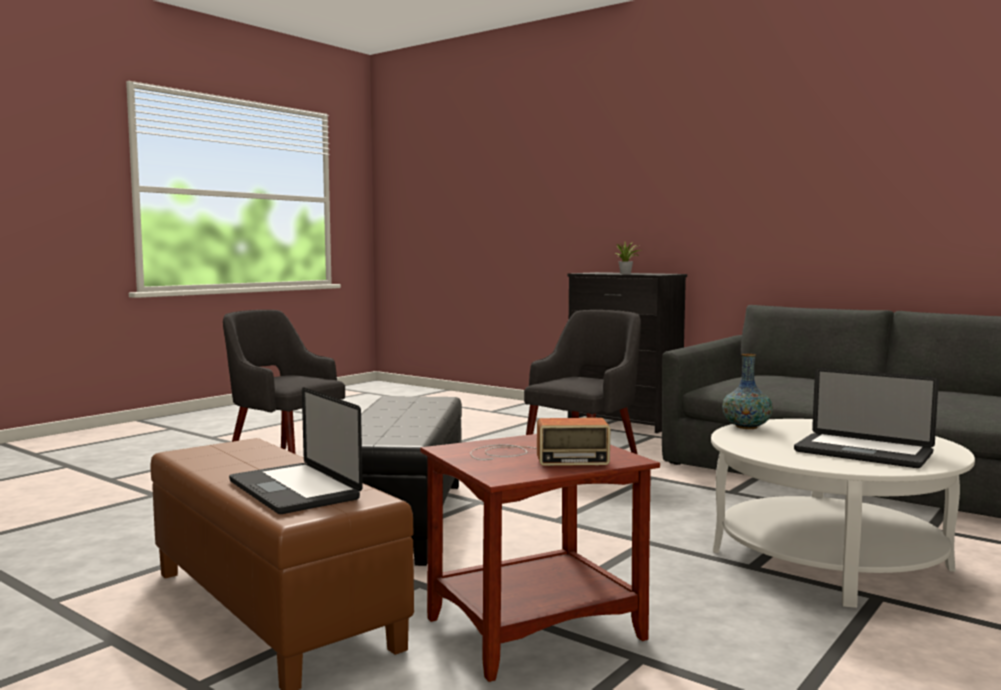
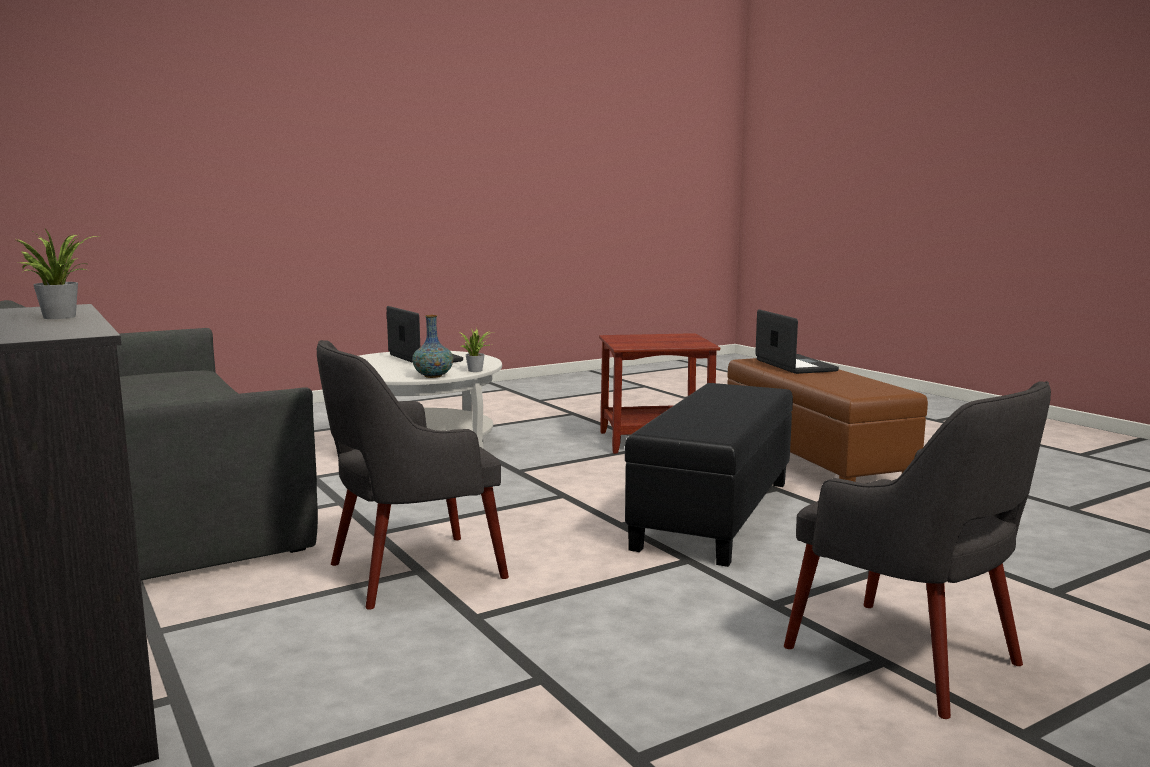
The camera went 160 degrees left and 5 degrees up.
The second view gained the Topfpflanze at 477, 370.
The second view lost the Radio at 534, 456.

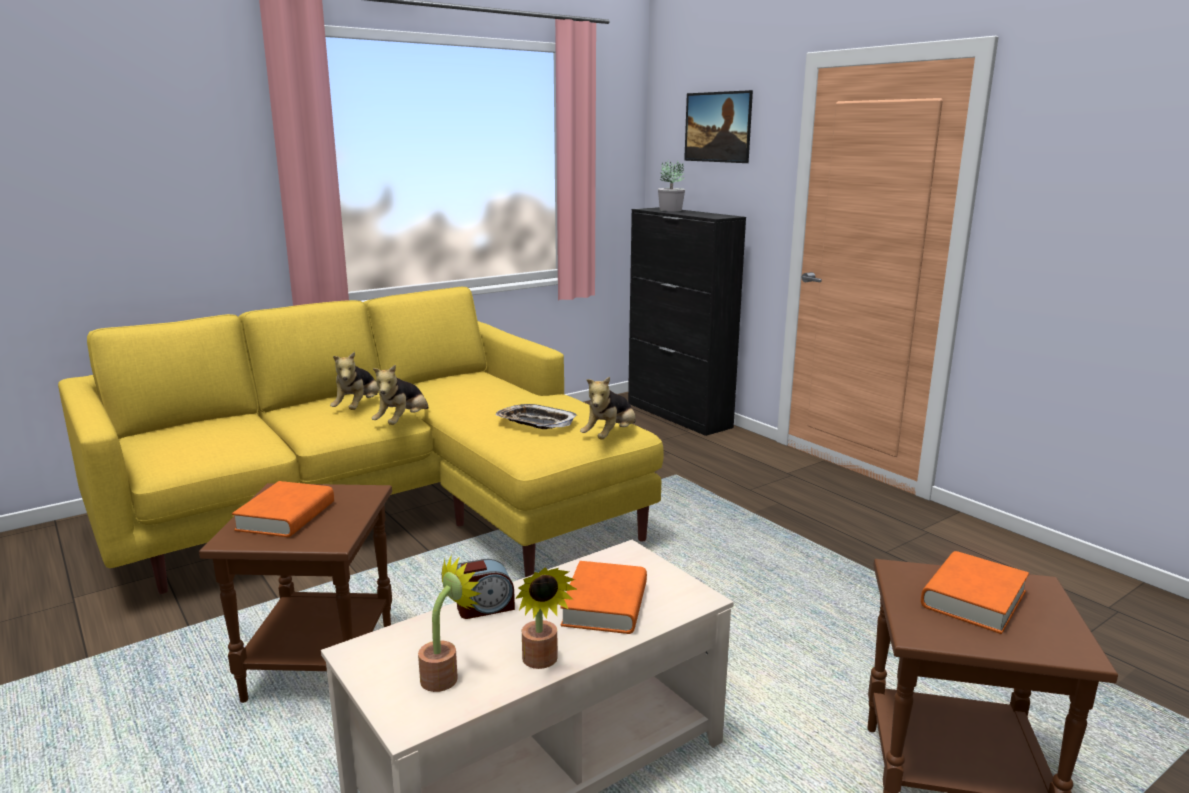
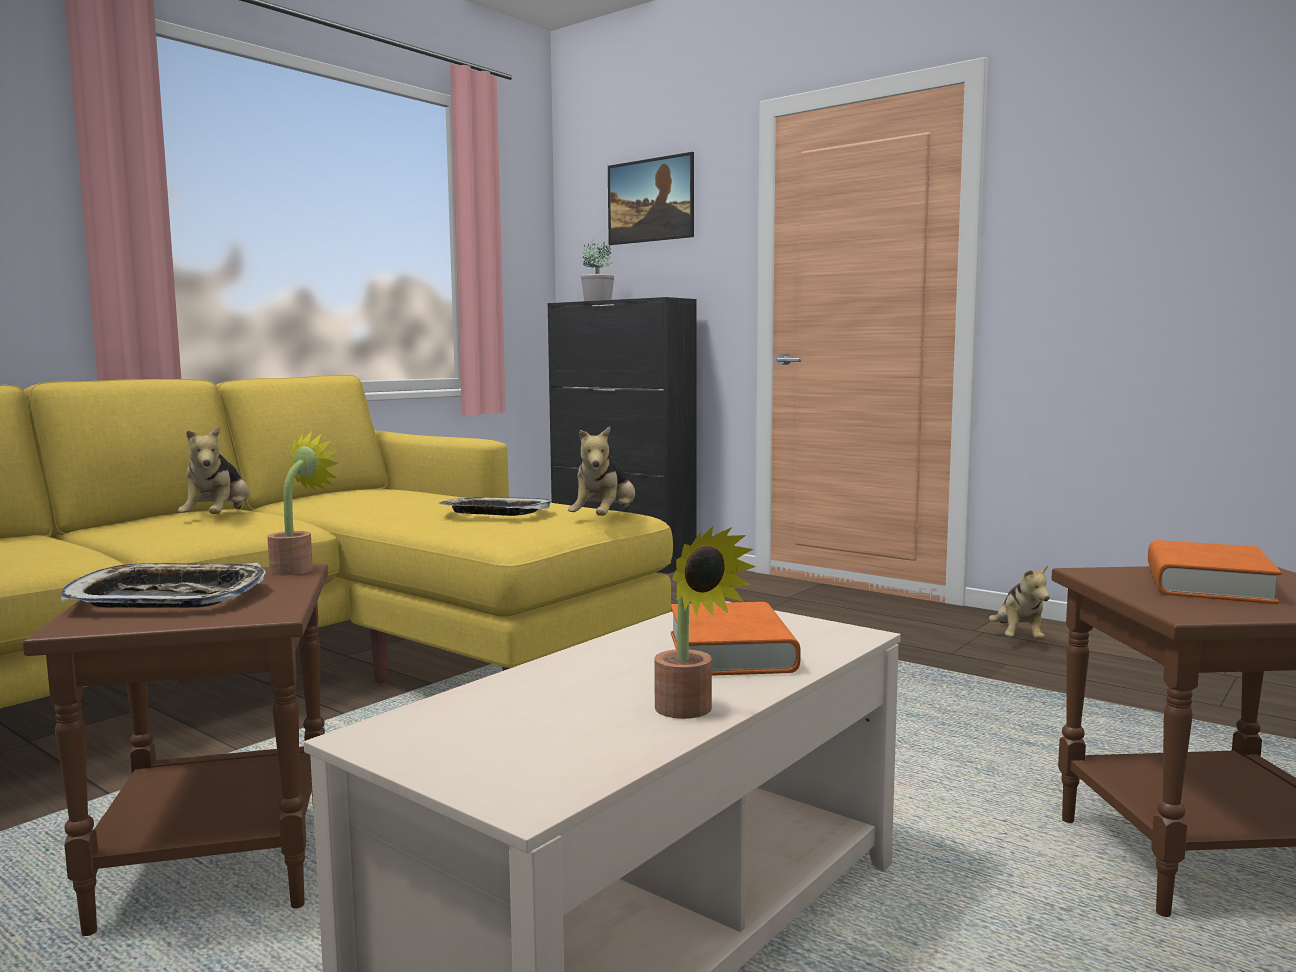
The camera went 15 degrees left and 10 degrees down.
Where the Buch [orange] stood at 286, 516, the Tablett came to stand at 169, 598.
The Topfpflanze ended up elsewhere, having gone from 445, 676 to 298, 569.
The Plüschtier ended up elsewhere, having gone from 403, 422 to 1018, 639.
The second view lost the Wecker at 485, 607.

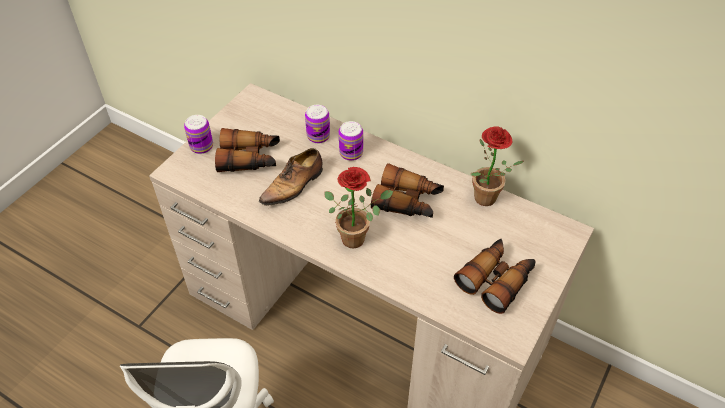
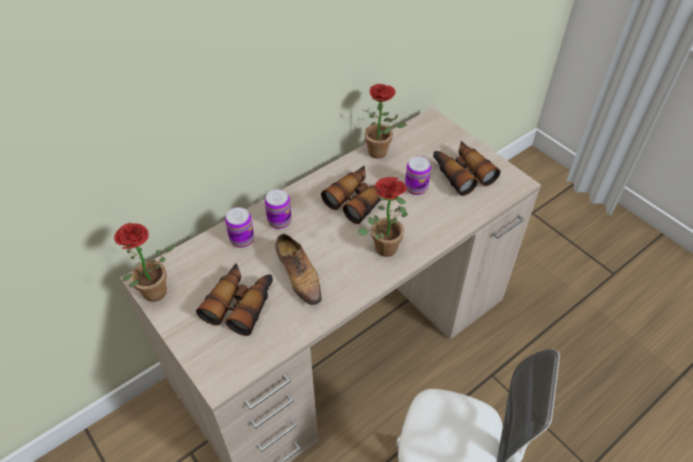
The camera went 70 degrees left and 0 degrees up.
The second view gained the Topfpflanze at 156, 296.
The Dose ended up elsewhere, having gone from 201, 146 to 416, 187.

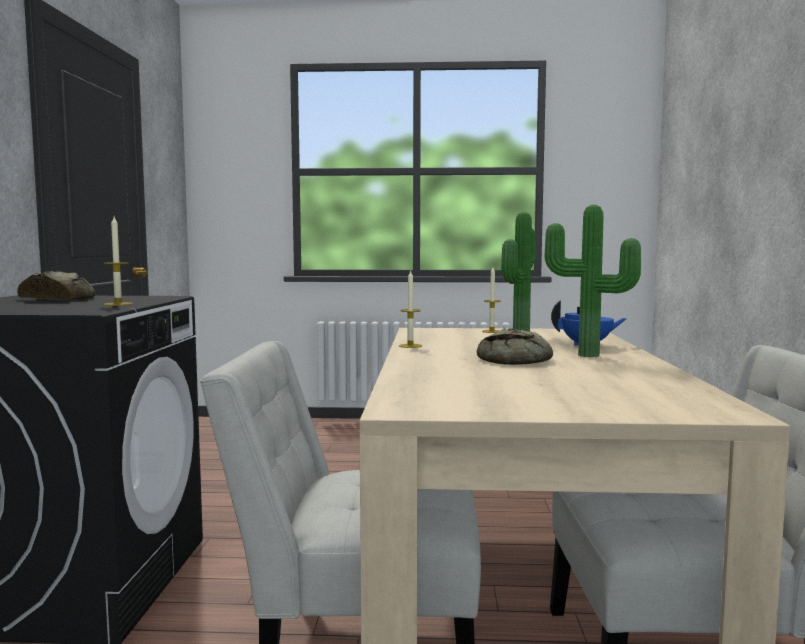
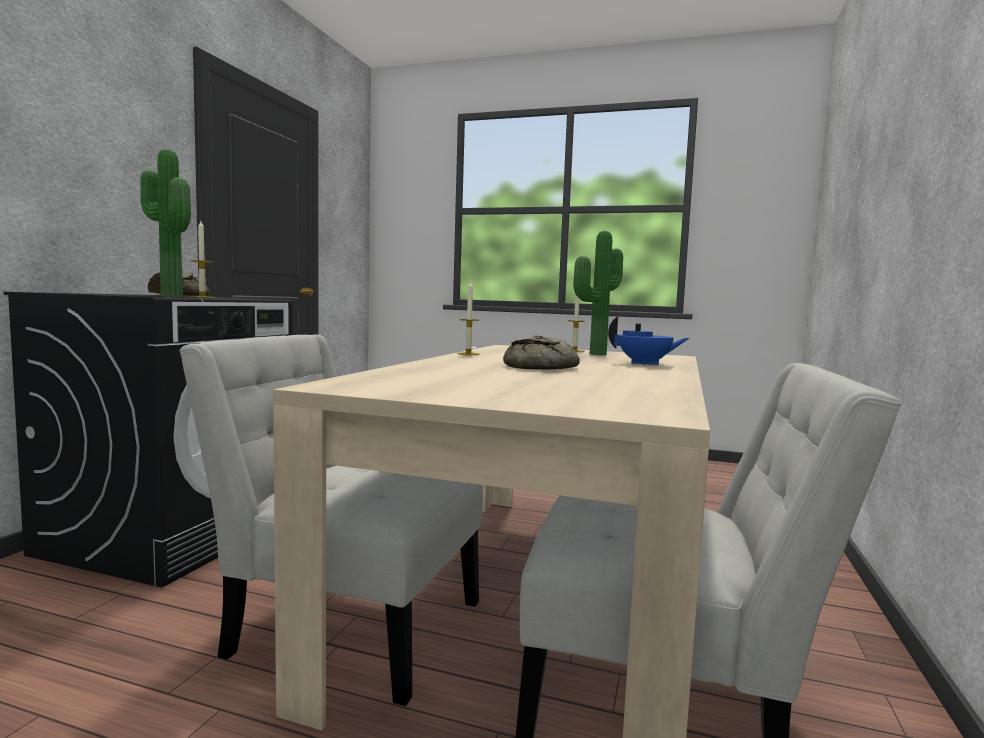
The camera went 15 degrees right and 0 degrees up.
The Topfpflanze ended up elsewhere, having gone from 588, 356 to 167, 296.

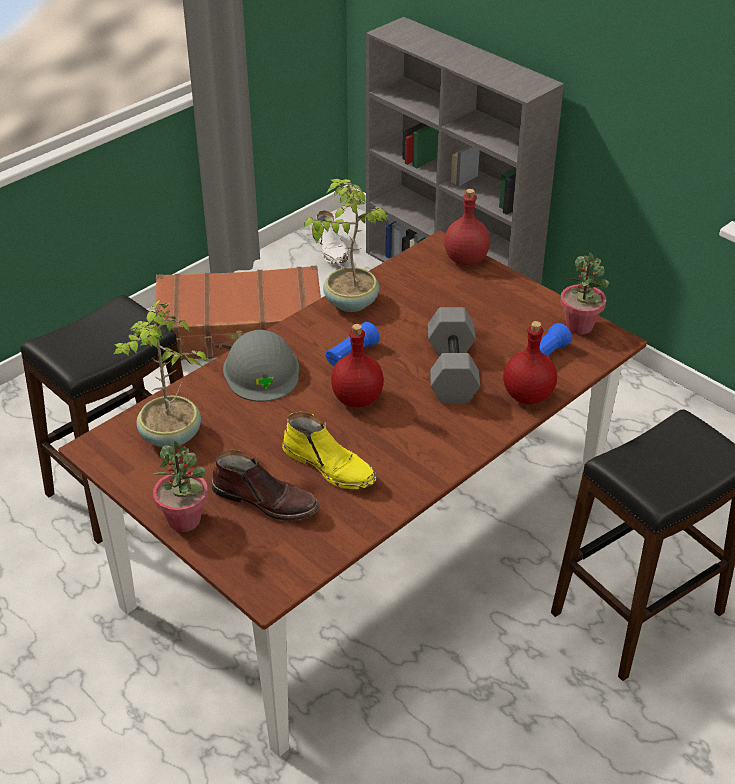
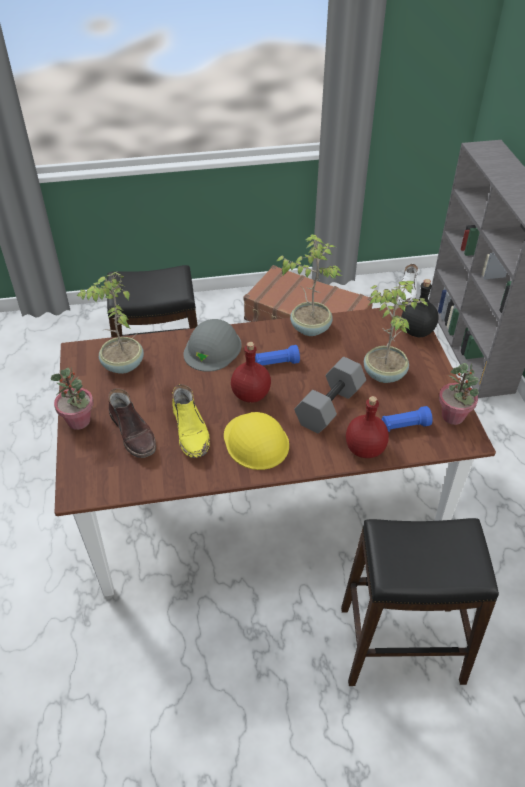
The camera went 35 degrees right and 5 degrees up.
The second view gained the Schutzhelm [gelb] at 256, 441.
The second view gained the Topfpflanze at 385, 373.
What was the Flasche [rot] at 466, 259 turned into the Flasche [schwarz] at 417, 331.

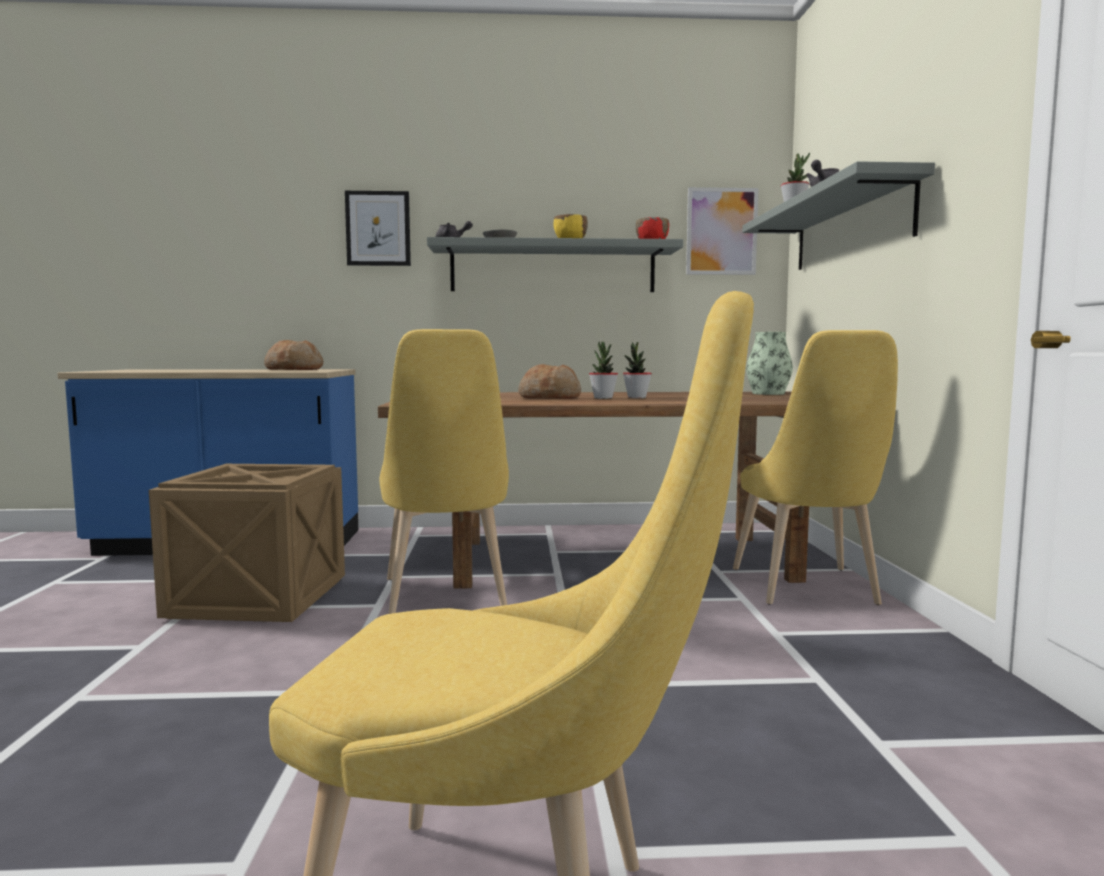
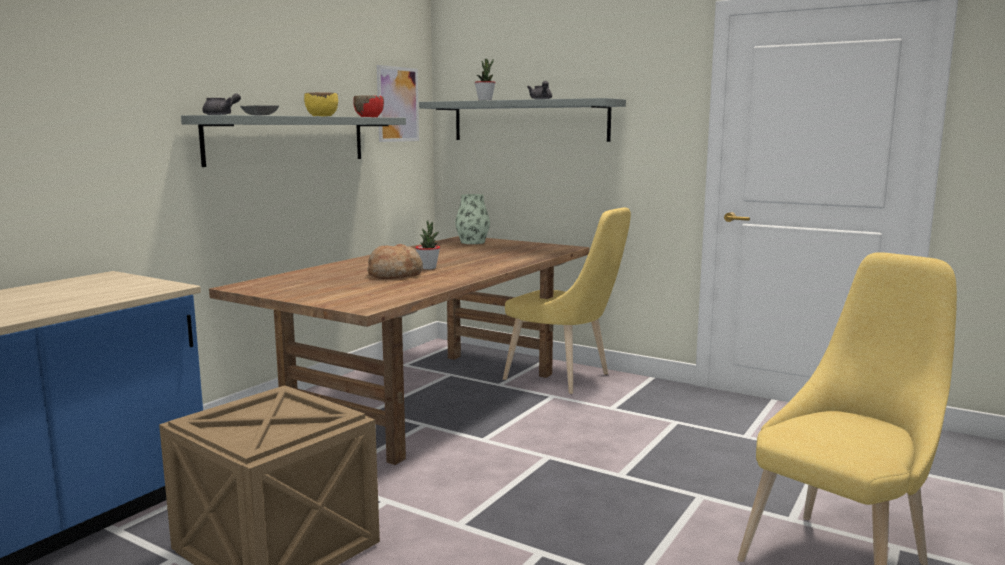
The camera went 55 degrees left and 5 degrees up.
The second view lost the Brot at 294, 369.
The second view lost the Bild at 378, 228.
The second view lost the Stuhl [gelb] at 447, 597.
The second view lost the Topfpflanze at 636, 397.

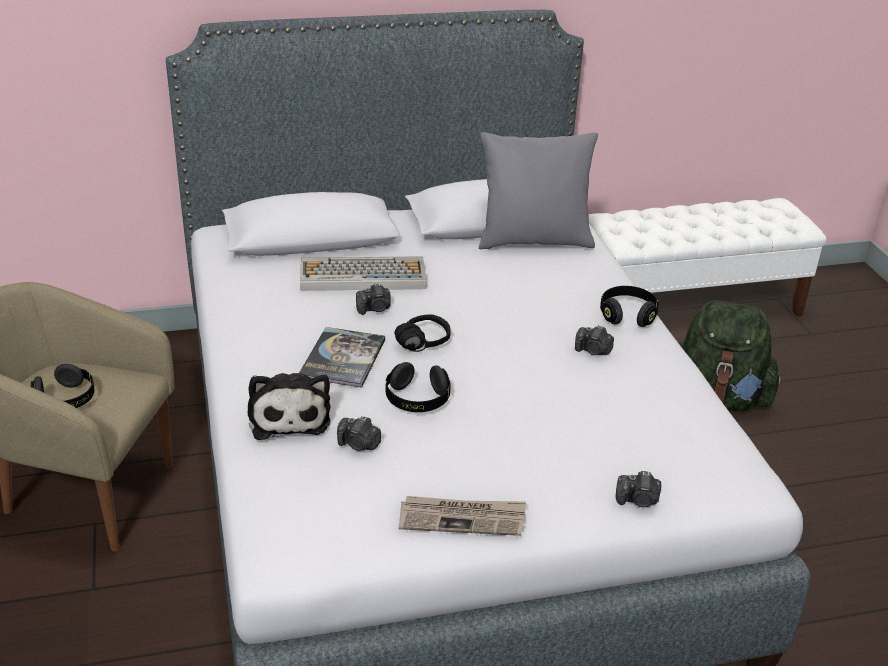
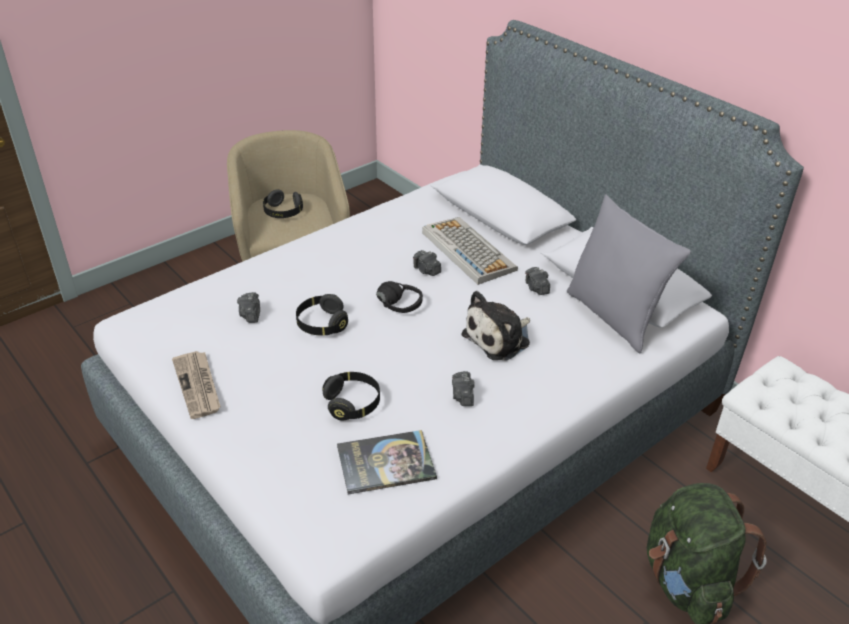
The camera went 65 degrees right and 5 degrees up.
The Kopfhörer [schwarz] ended up elsewhere, having gone from 627, 315 to 352, 404.
The Buch ended up elsewhere, having gone from 343, 358 to 386, 463.
The Plüschtier ended up elsewhere, having gone from 289, 416 to 499, 338.
The Kamera ended up elsewhere, having gone from 638, 500 to 536, 288.

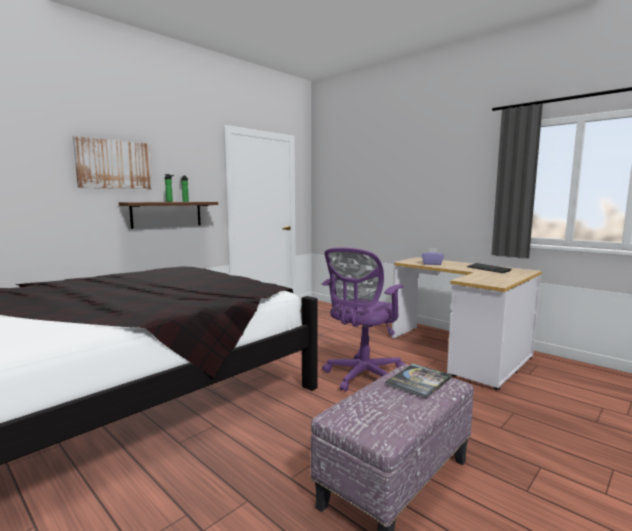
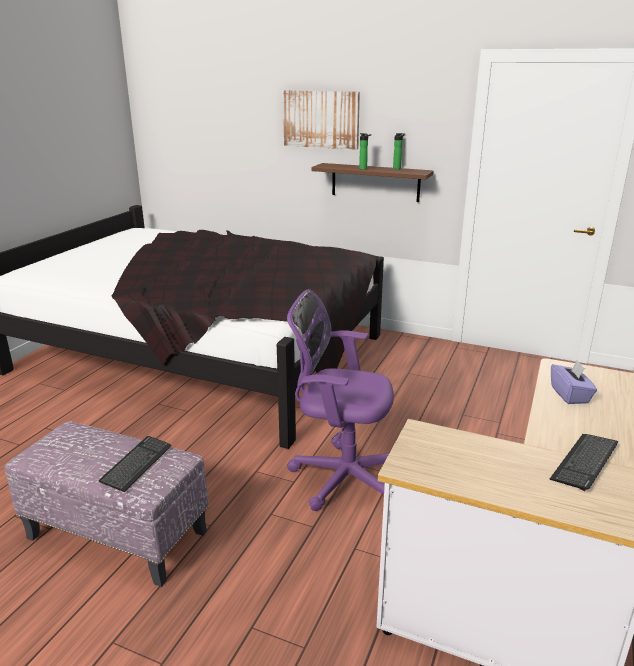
The camera went 70 degrees right and 15 degrees up.
Where the Buch stood at 418, 381, the Tastatur came to stand at 137, 464.

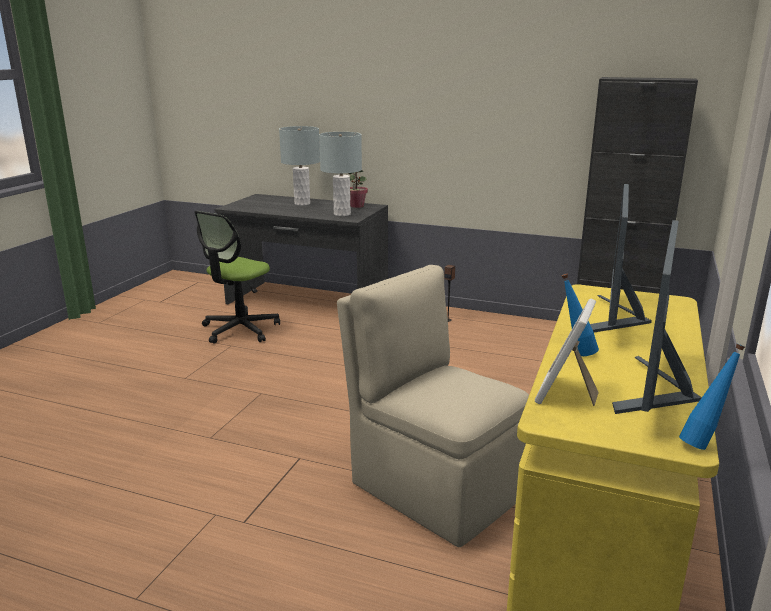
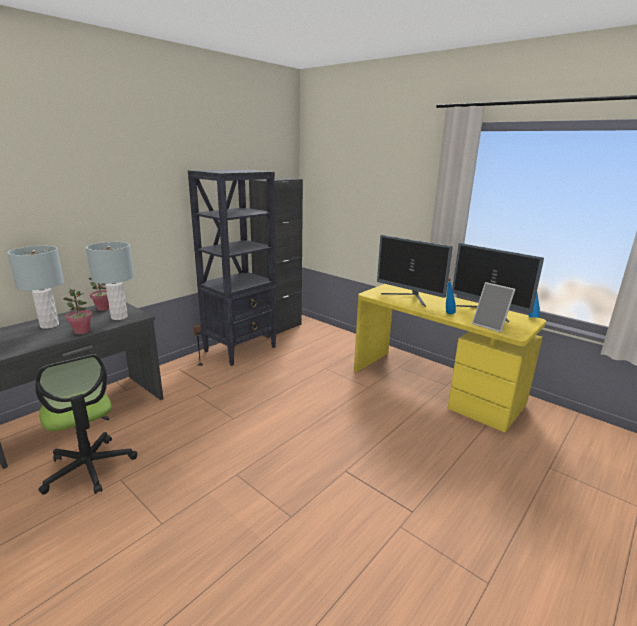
The camera went 70 degrees left and 0 degrees up.
The second view gained the Topfpflanze at 82, 331.
The second view gained the Bücherregal [schwarz] at 241, 349.
The second view lost the Stuhl [beige] at 434, 487.

